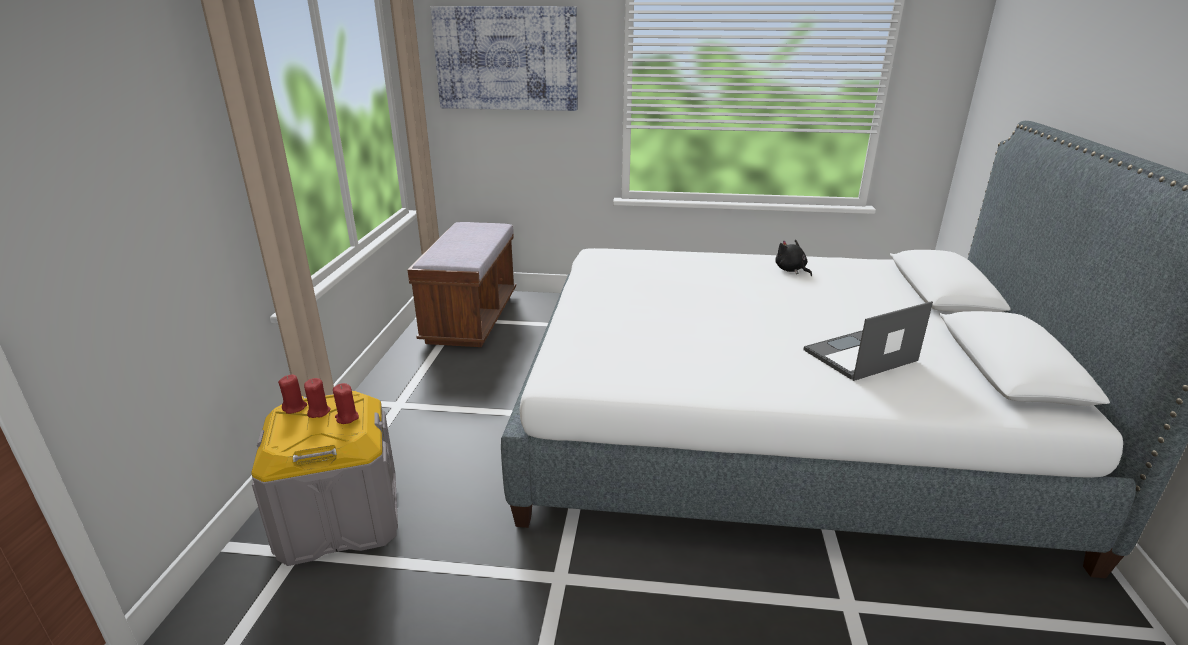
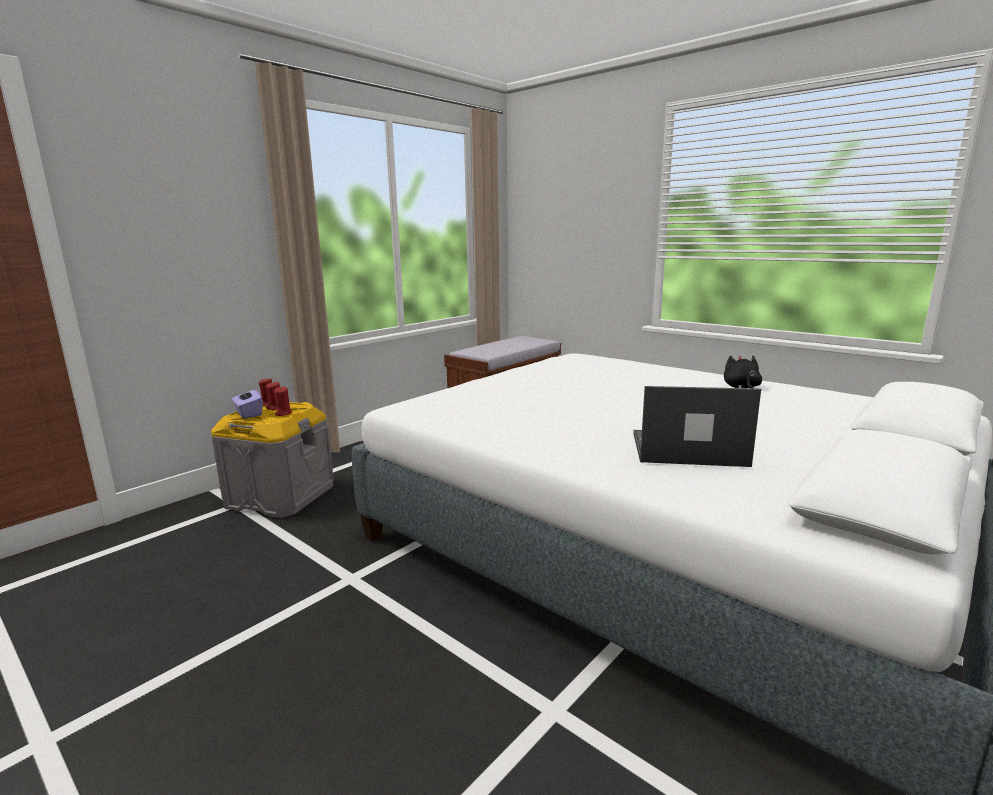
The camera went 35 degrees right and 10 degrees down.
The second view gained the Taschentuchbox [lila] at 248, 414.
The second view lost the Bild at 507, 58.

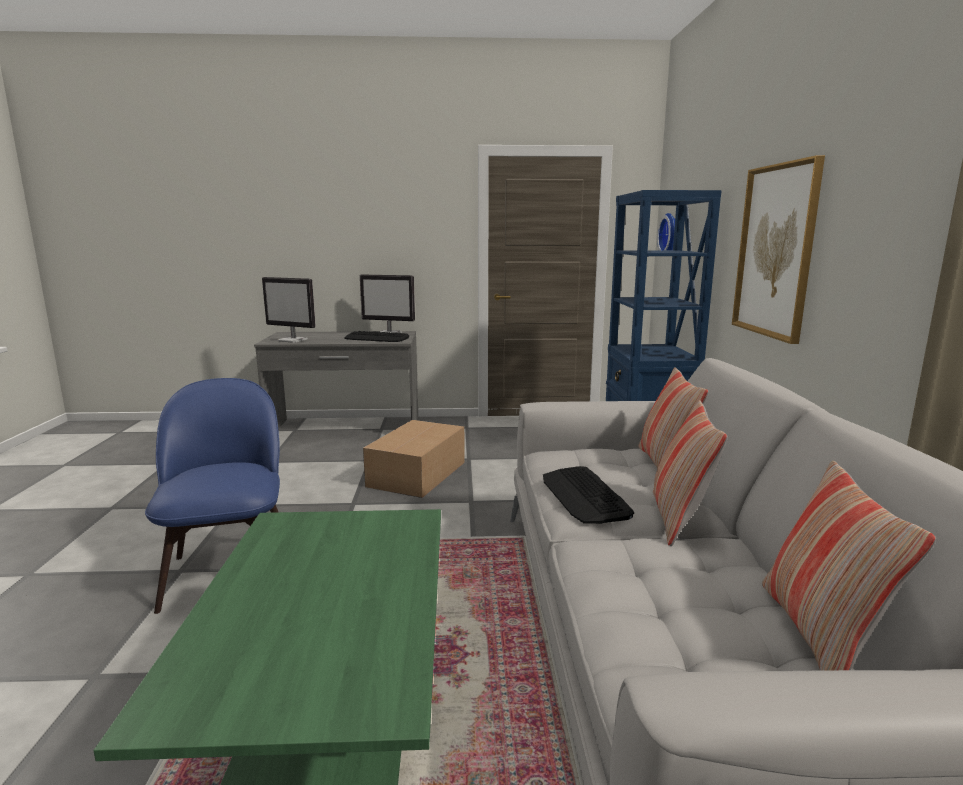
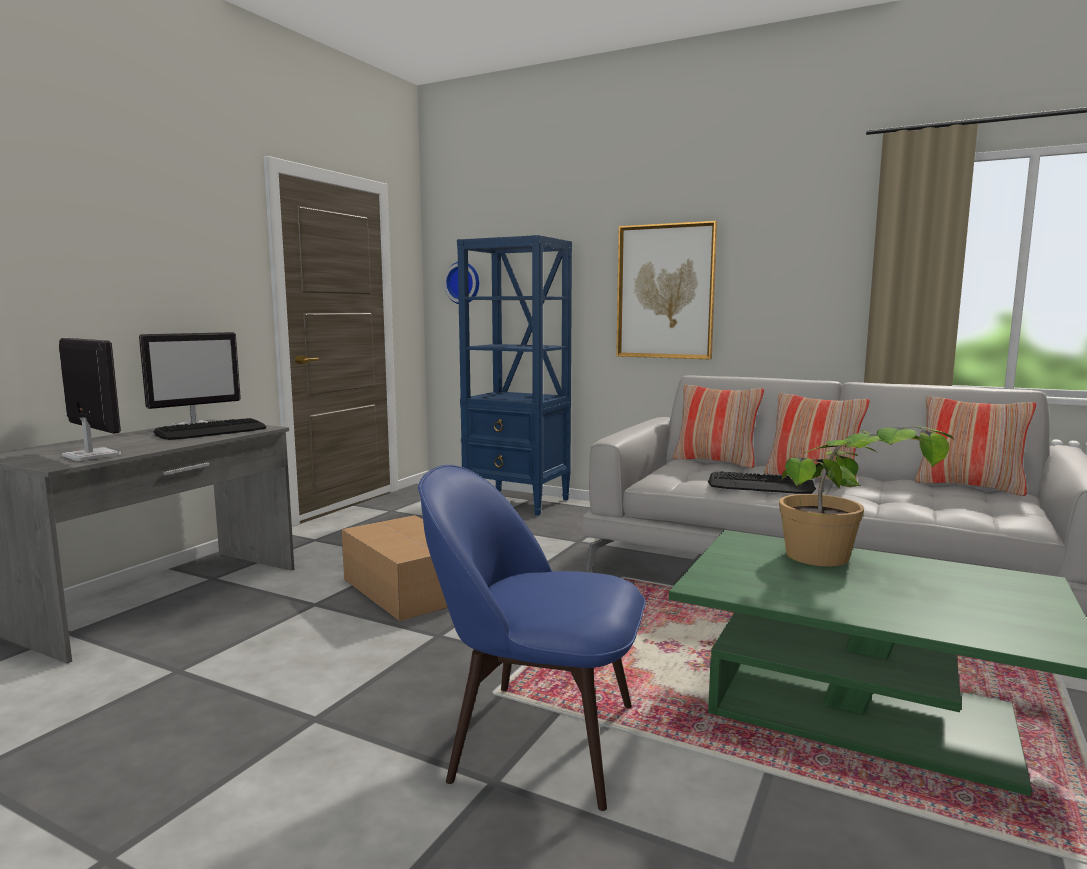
The camera went 60 degrees left and 5 degrees down.
The Monitor at 293, 340 ended up facing another way, 105 degrees counterclockwise from before.
The second view gained the Topfpflanze at 842, 566.

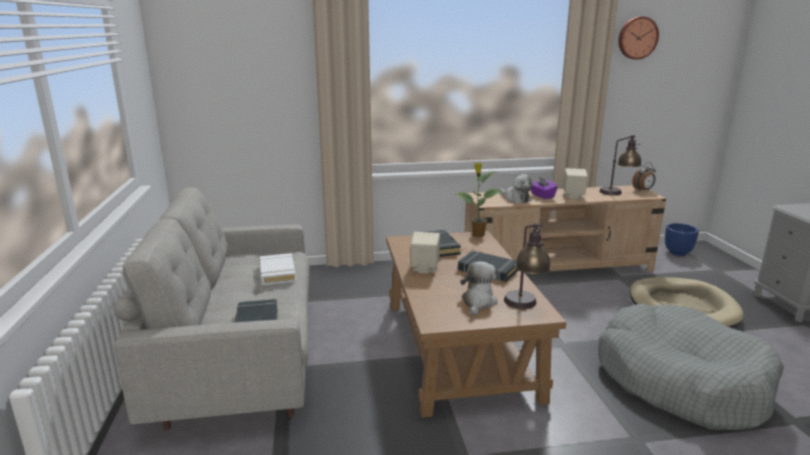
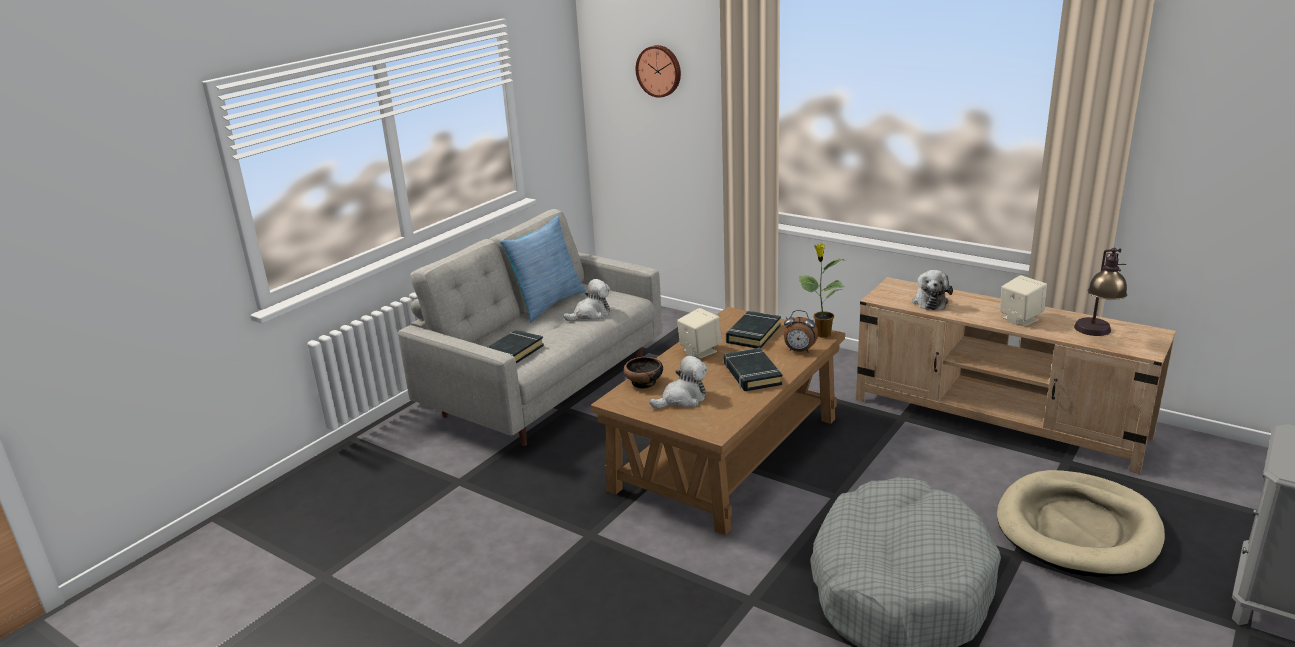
The camera went 45 degrees right and 5 degrees up.
The second view gained the Kissen at 547, 304.
Where the Buch [weiß] stood at 277, 273, the Plüschtier came to stand at 590, 314.
The second view gained the Schüssel at 644, 383.
The Wanduhr ended up elsewhere, having gone from 637, 38 to 659, 71.
The Wecker ended up elsewhere, having gone from 643, 190 to 799, 351.
The second view lost the Tischlampe at 524, 307.
The second view lost the Taschentuchbox [lila] at 542, 196.
The second view lost the Pflanzkübel [blau] at 677, 253.

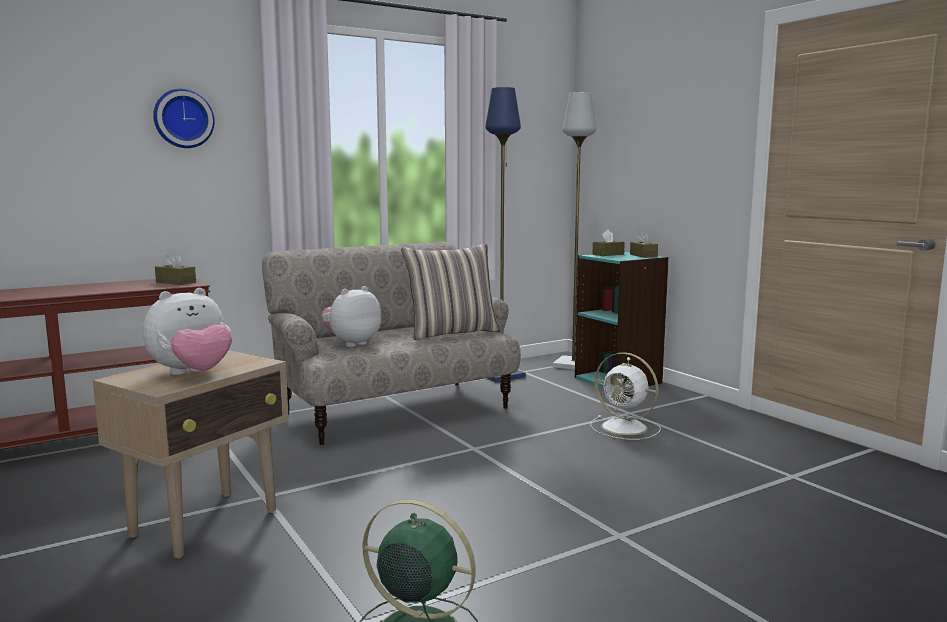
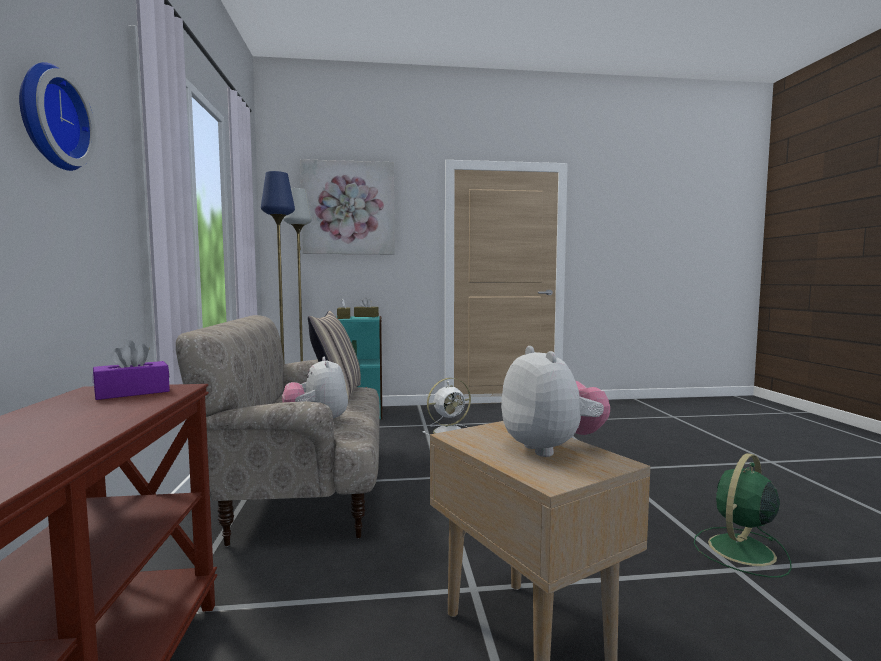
The camera went 65 degrees left and 5 degrees down.
What was the Taschentuchbox [braun] at 176, 282 turned into the Taschentuchbox [lila] at 132, 392.
The second view gained the Bild at 348, 208.

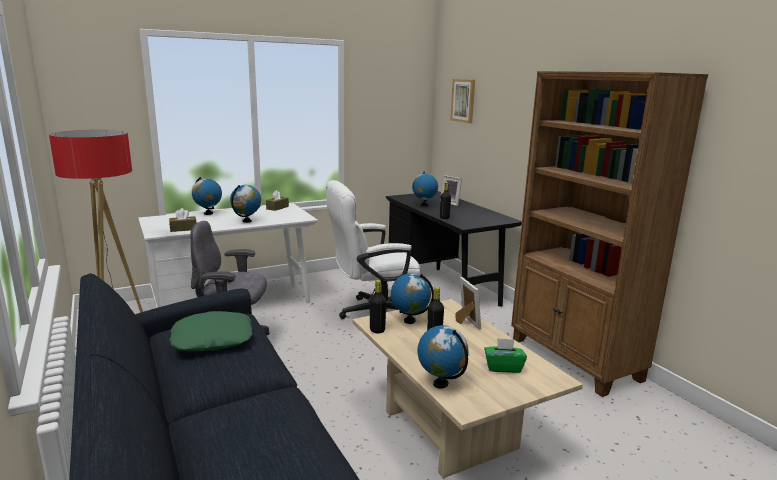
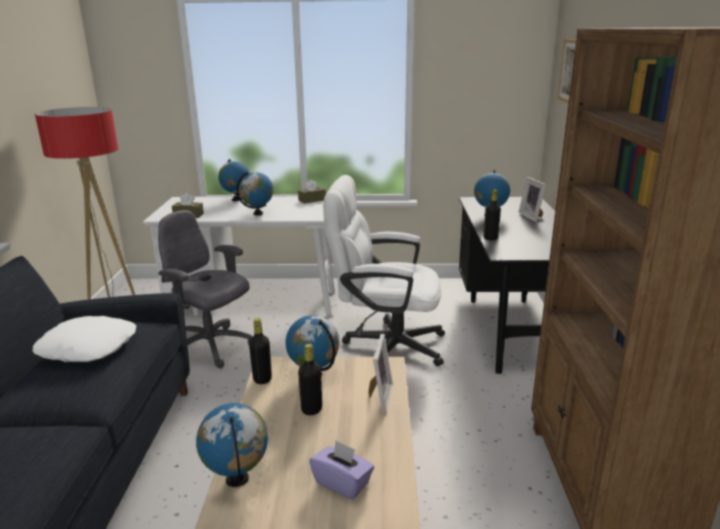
The camera went 30 degrees right and 5 degrees up.
What was the Kissen [grün] at 212, 339 turned into the Kissen [weiß] at 88, 347.
What was the Taschentuchbox [grün] at 503, 367 turned into the Taschentuchbox [lila] at 342, 483.

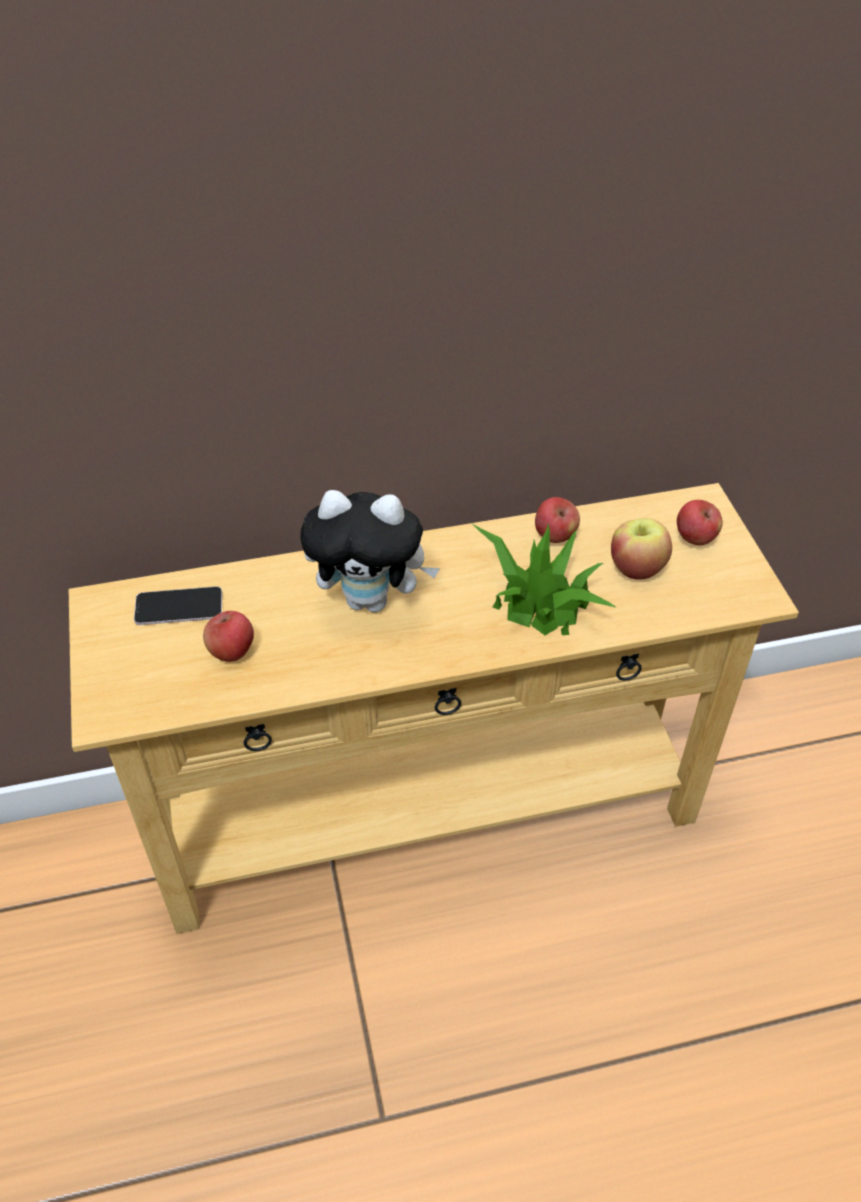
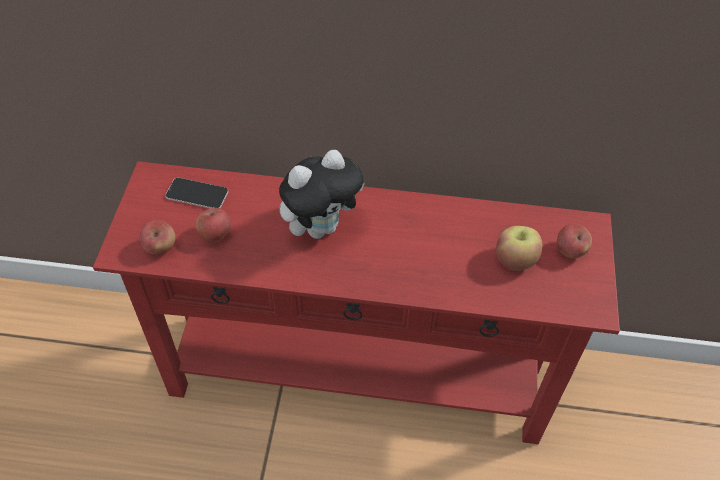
The camera went 20 degrees right and 5 degrees up.
What was the Konsolentisch [beige] at 430, 817 turned into the Konsolentisch [rot] at 357, 376.
The Apfel ended up elsewhere, having gone from 555, 536 to 160, 247.
The Plüschtier at 371, 599 ended up facing another way, 60 degrees counterclockwise from before.
The second view lost the Topfpflanze at 540, 600.

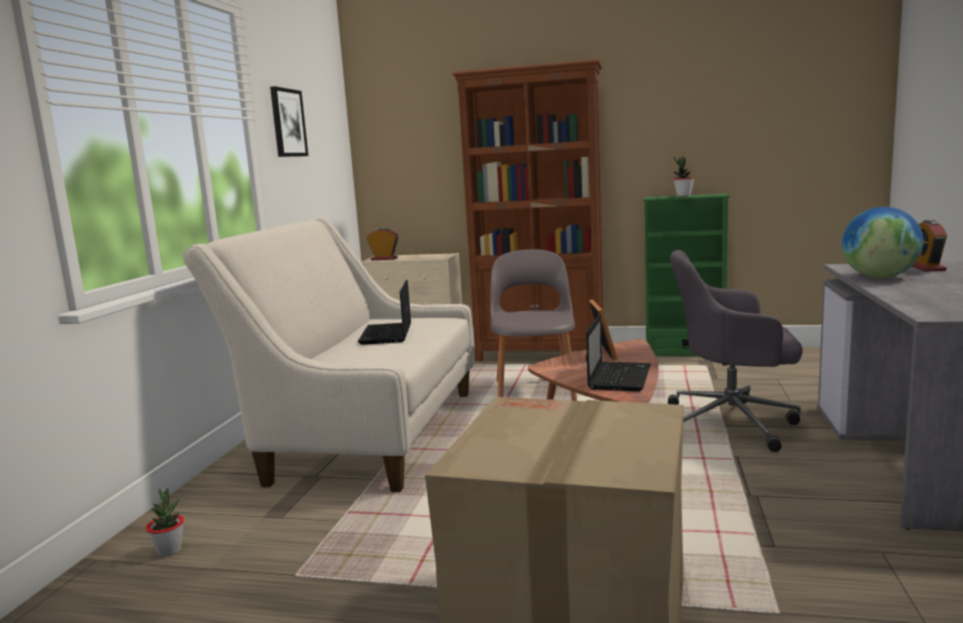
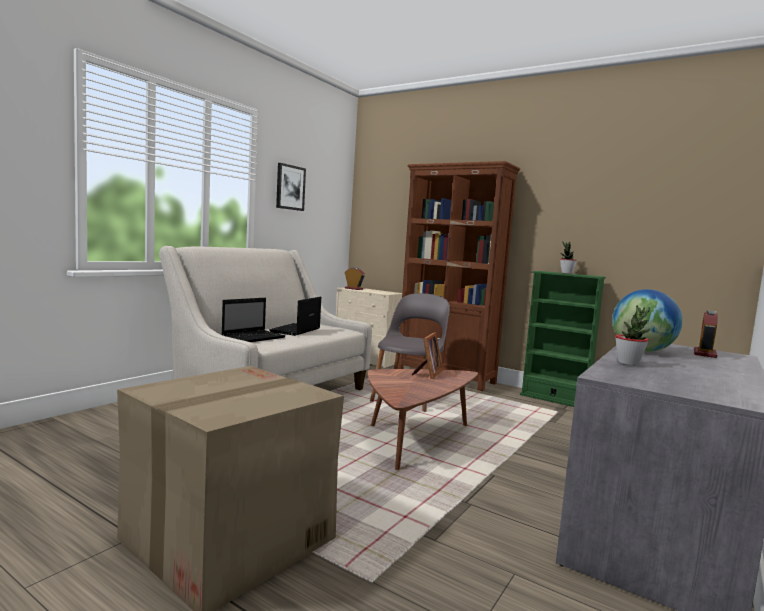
The camera went 20 degrees right and 5 degrees down.
The Laptop ended up elsewhere, having gone from 619, 377 to 254, 337.
The Topfpflanze ended up elsewhere, having gone from 169, 550 to 628, 363.
The second view lost the Bürostuhl [grau] at 733, 423.

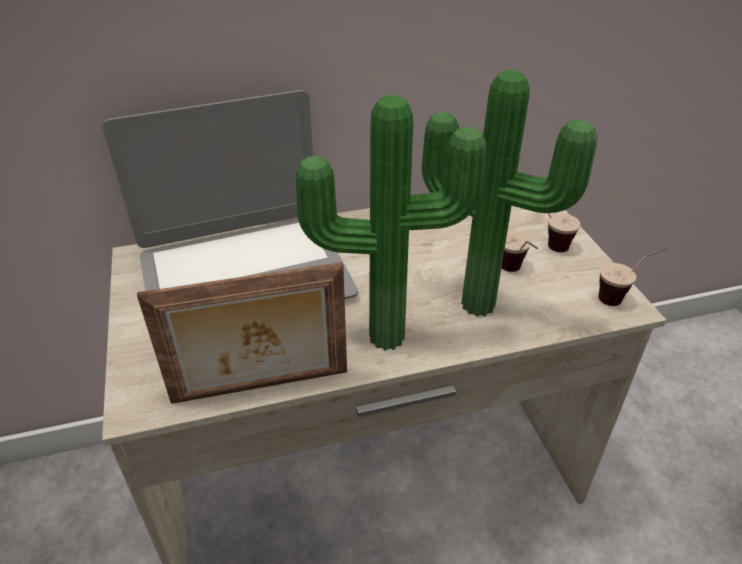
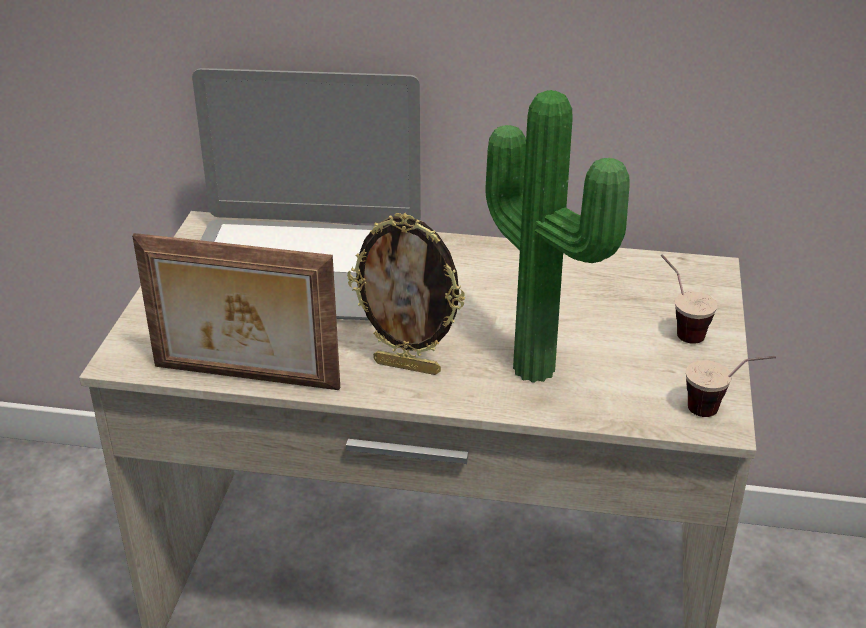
The camera went 25 degrees right and 5 degrees down.
Where the Topfpflanze stood at 385, 332, the Bilderrahmen came to stand at 408, 366.
The second view lost the Tasse at 515, 274.

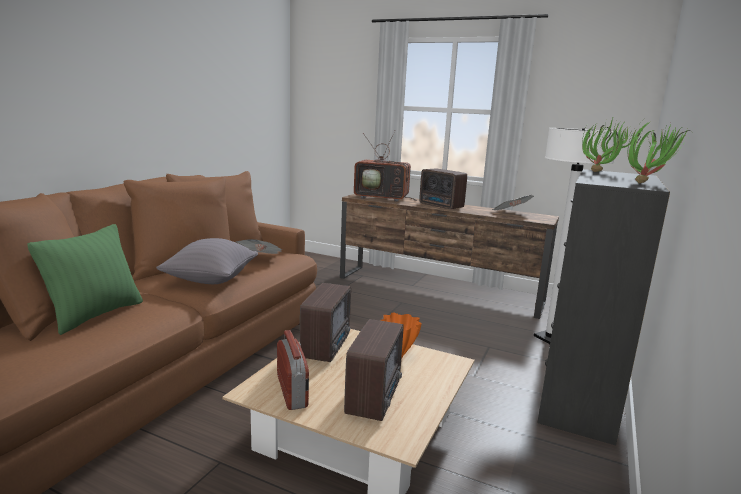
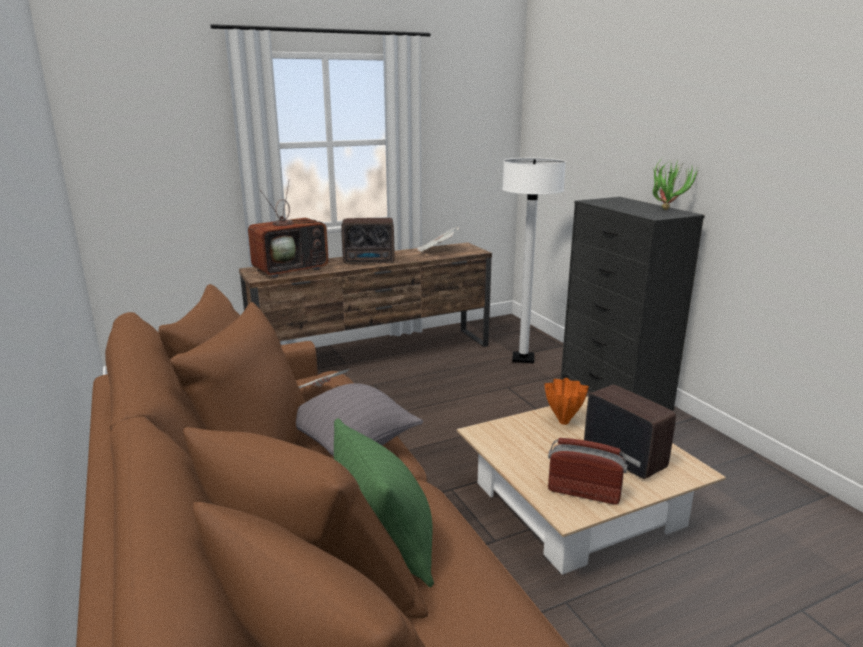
The camera went 50 degrees left and 5 degrees up.
The second view lost the Radio at 327, 346.
The second view lost the Topfpflanze at 601, 172.

